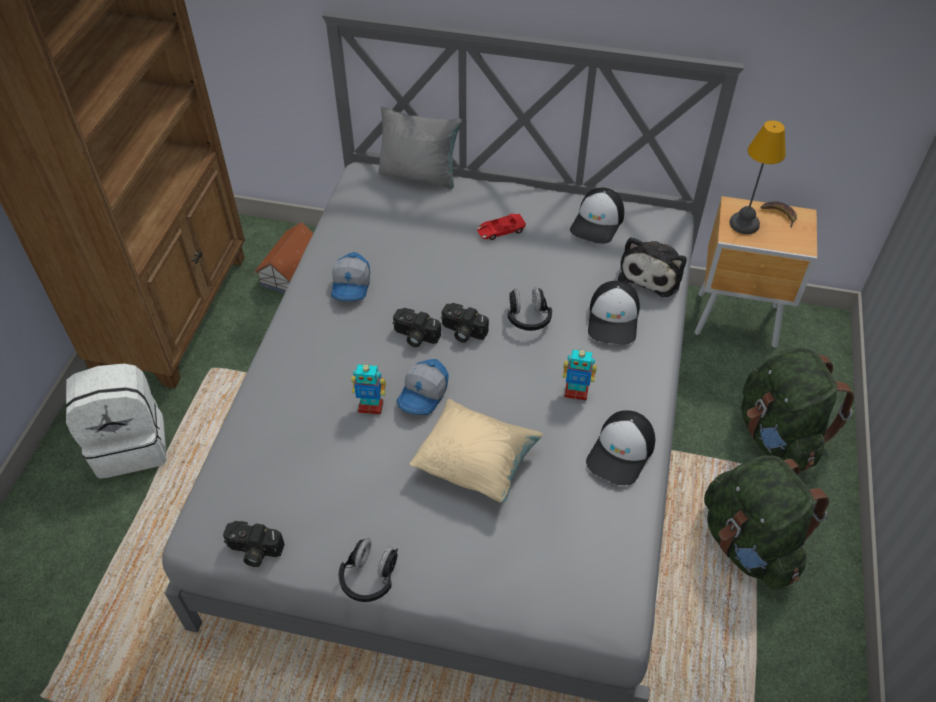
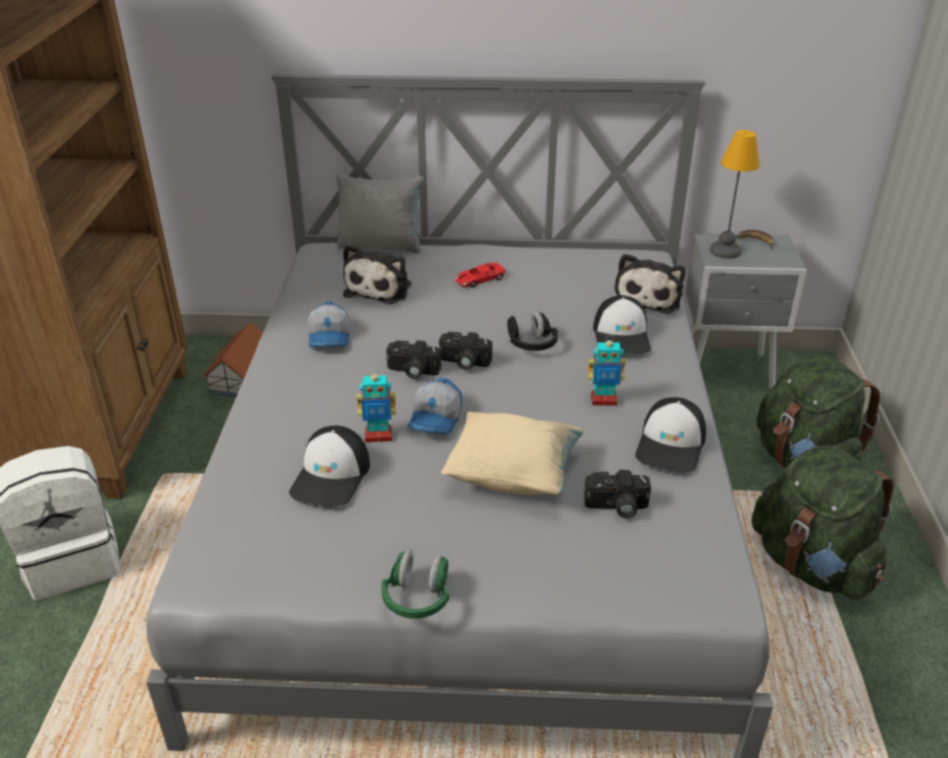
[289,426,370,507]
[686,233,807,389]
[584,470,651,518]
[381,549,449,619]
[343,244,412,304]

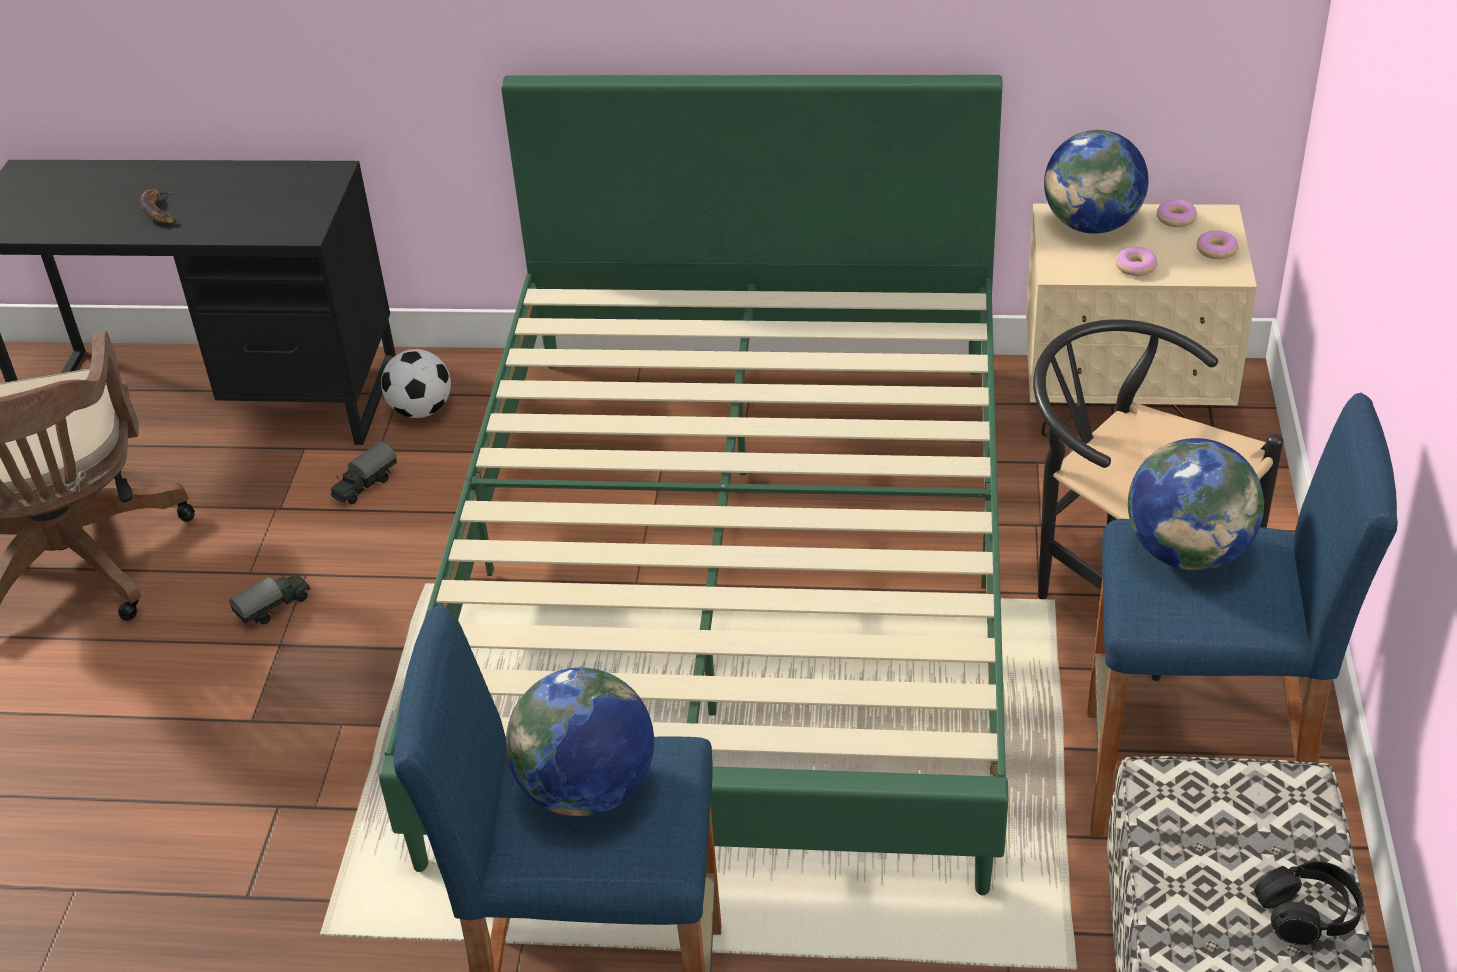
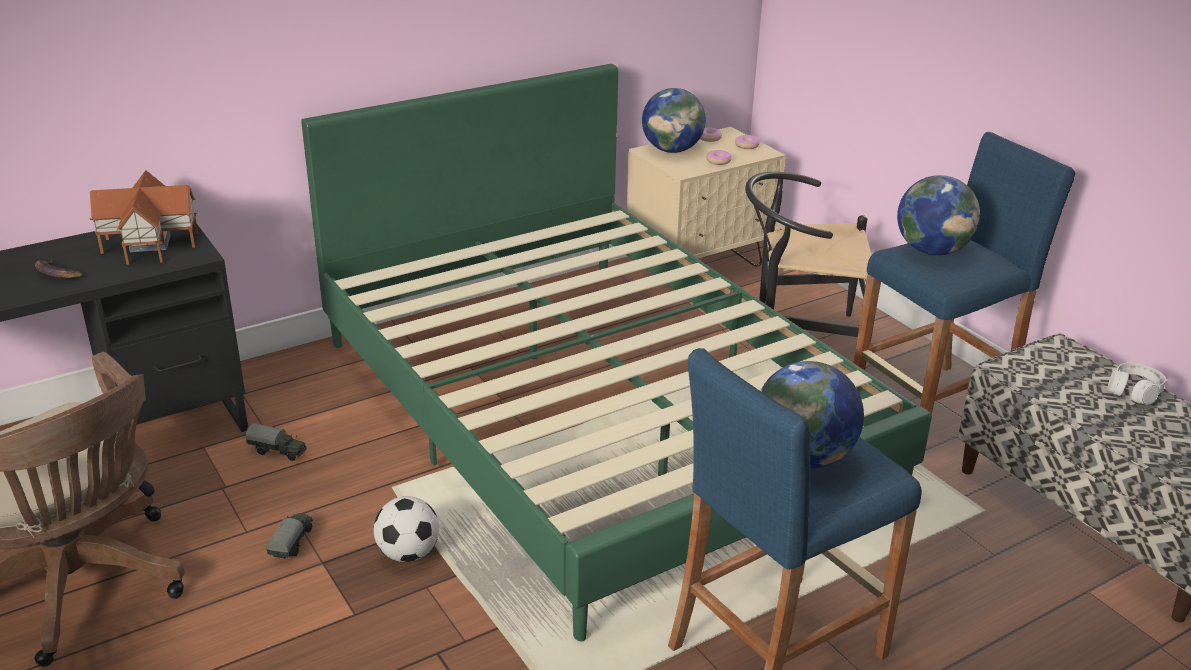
[374,496,439,562]
[246,423,307,461]
[1108,362,1166,405]
[90,170,198,265]

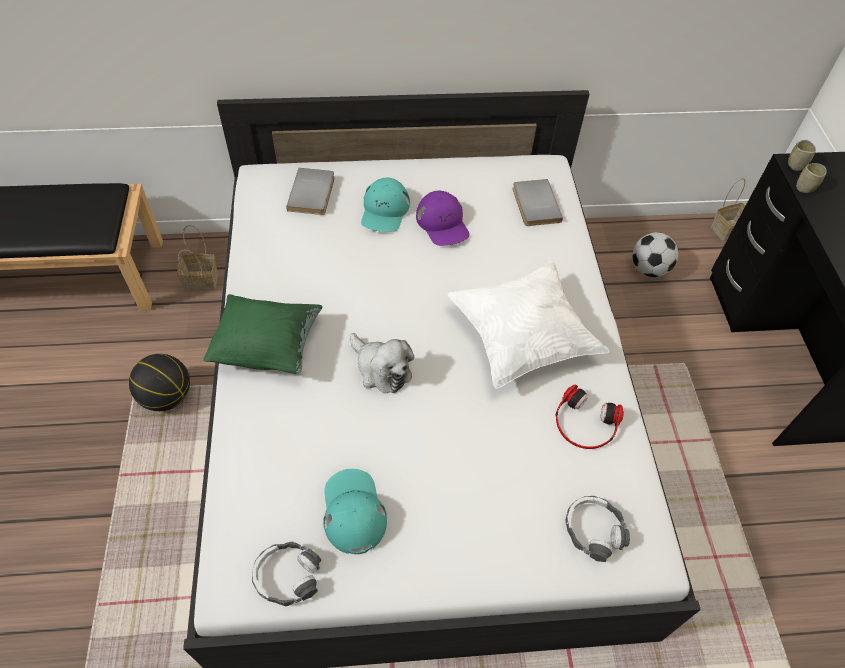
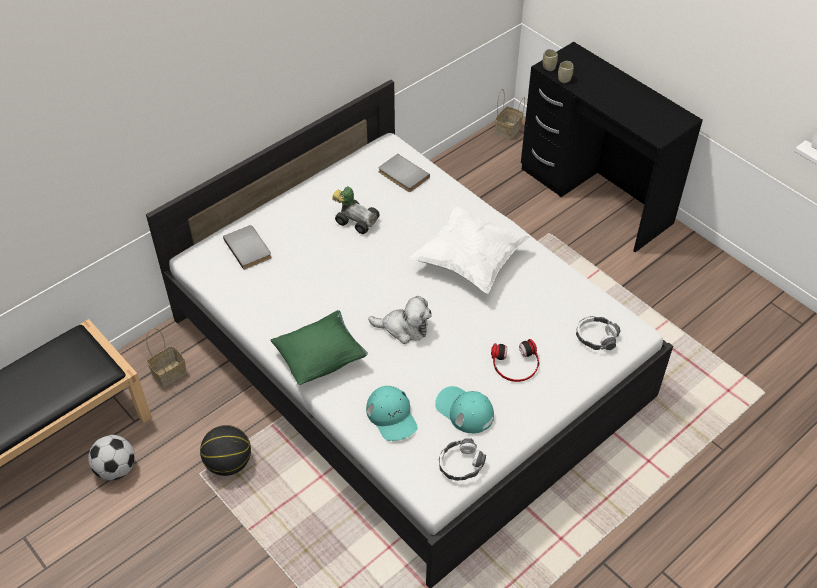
[366,386,417,441]
[332,186,380,234]
[88,435,135,480]
[491,339,539,382]

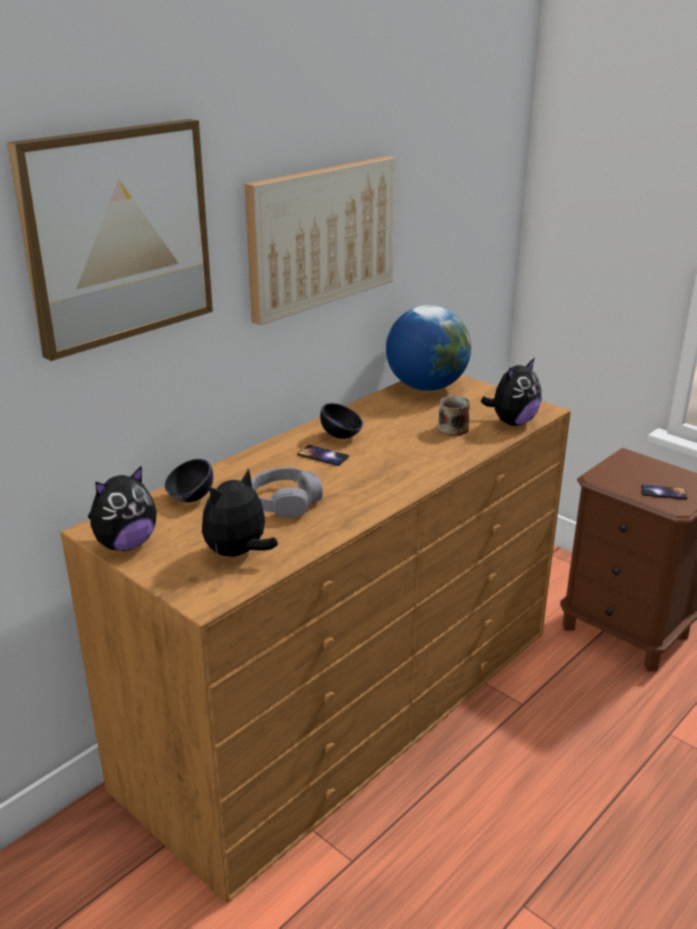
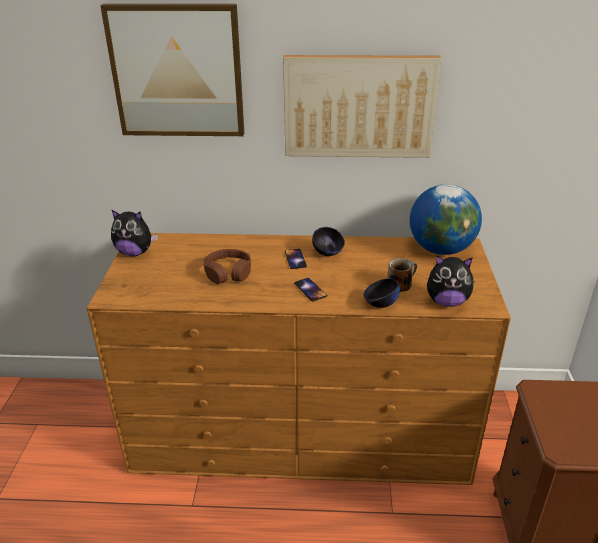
[363,278,400,308]
[203,249,251,284]
[202,468,278,557] (first image)
[294,278,327,302]

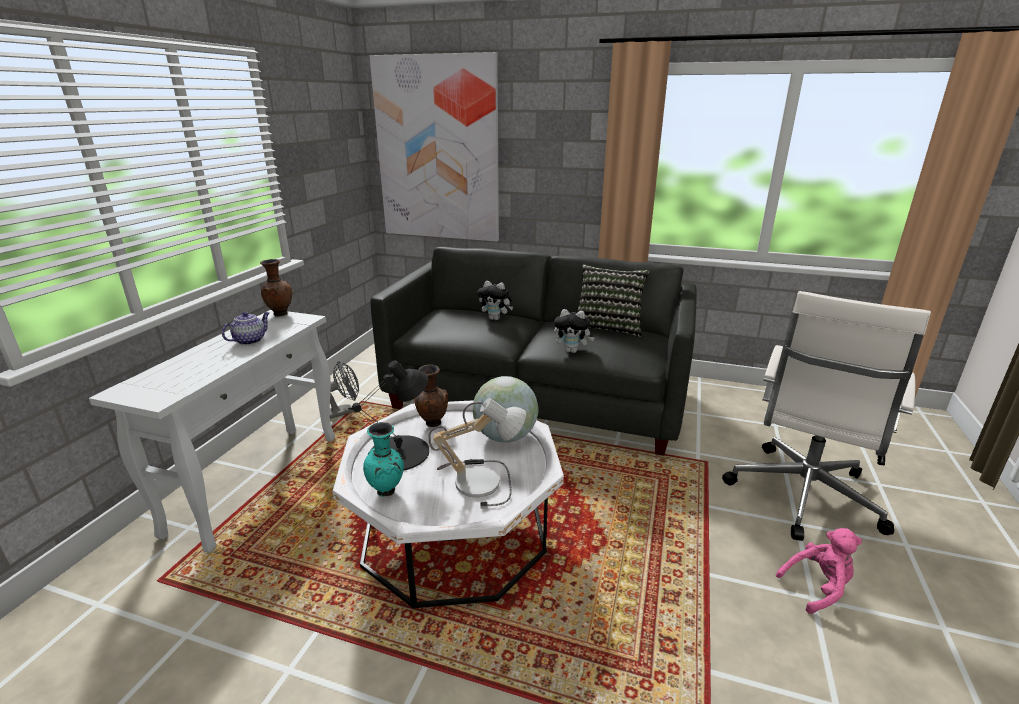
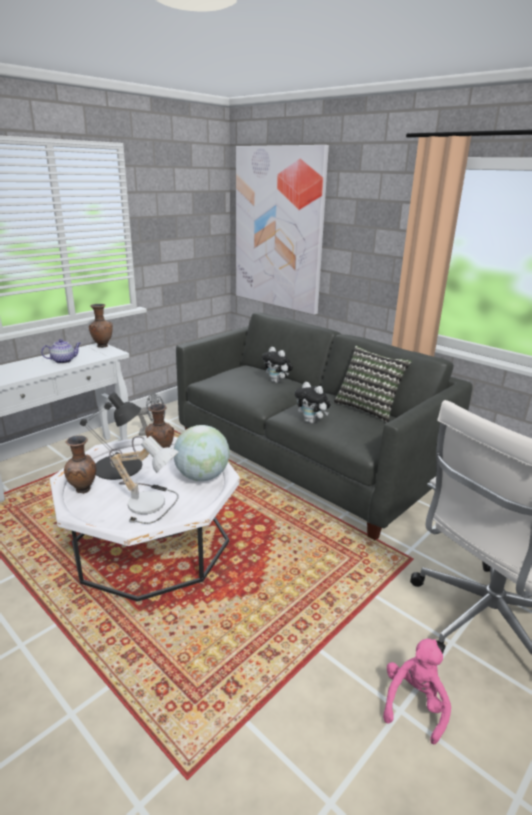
[64,435,96,494]
[383,638,451,745]

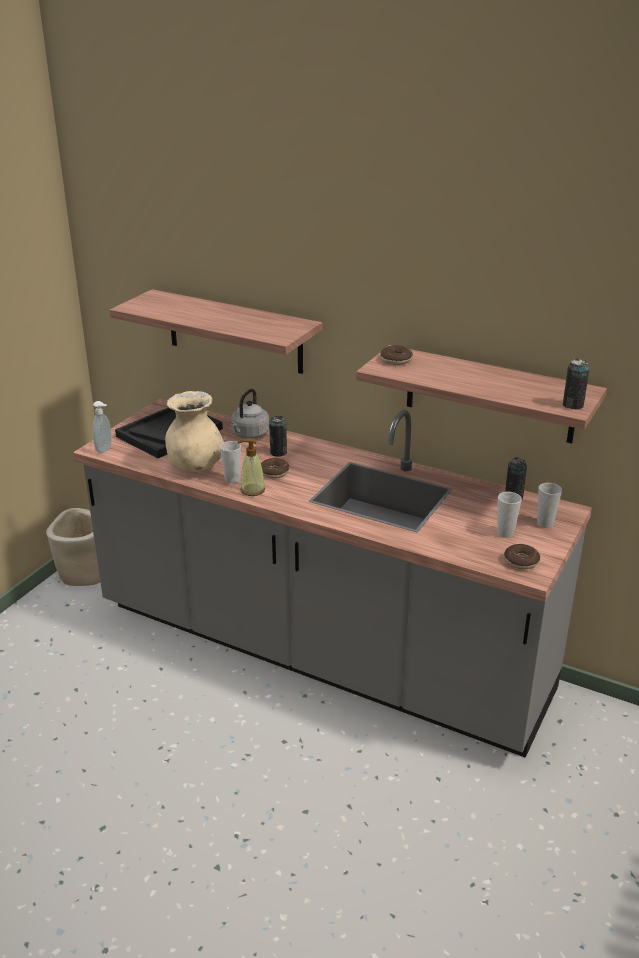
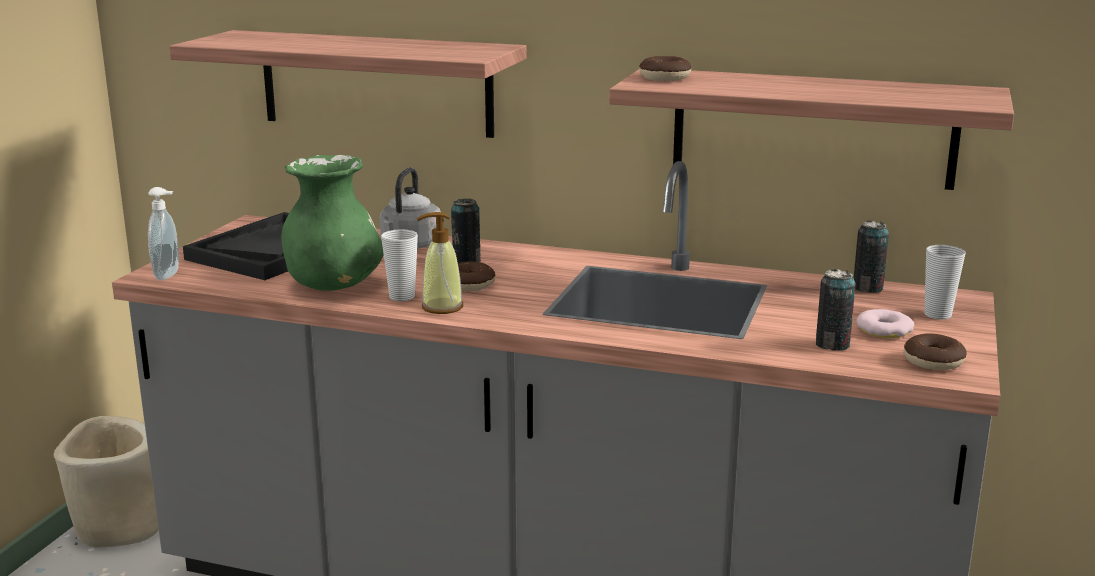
[816,269,856,351]
[281,155,384,291]
[856,309,914,338]

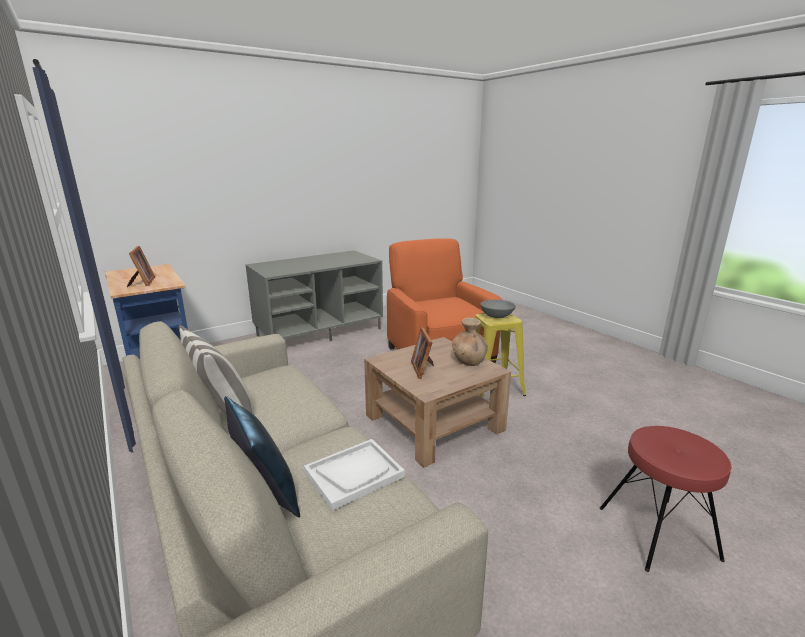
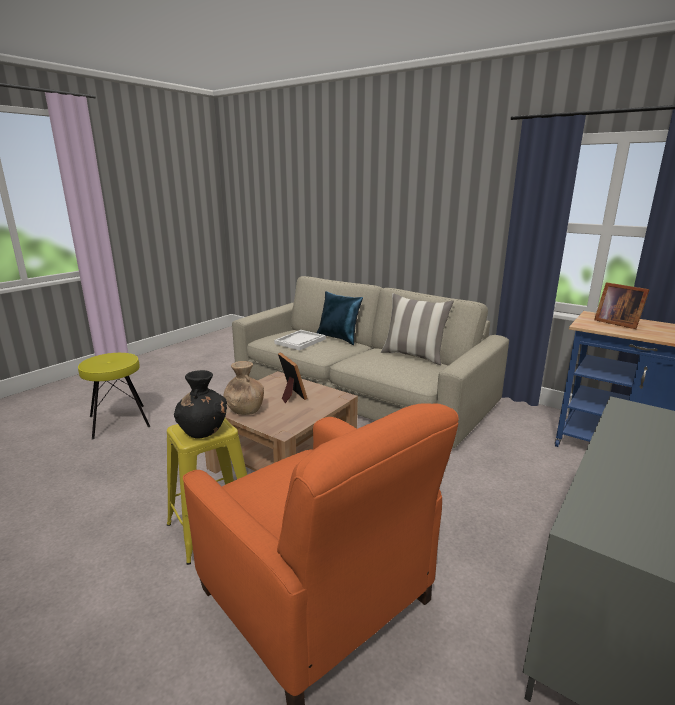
[174,370,227,438]
[78,353,150,440]

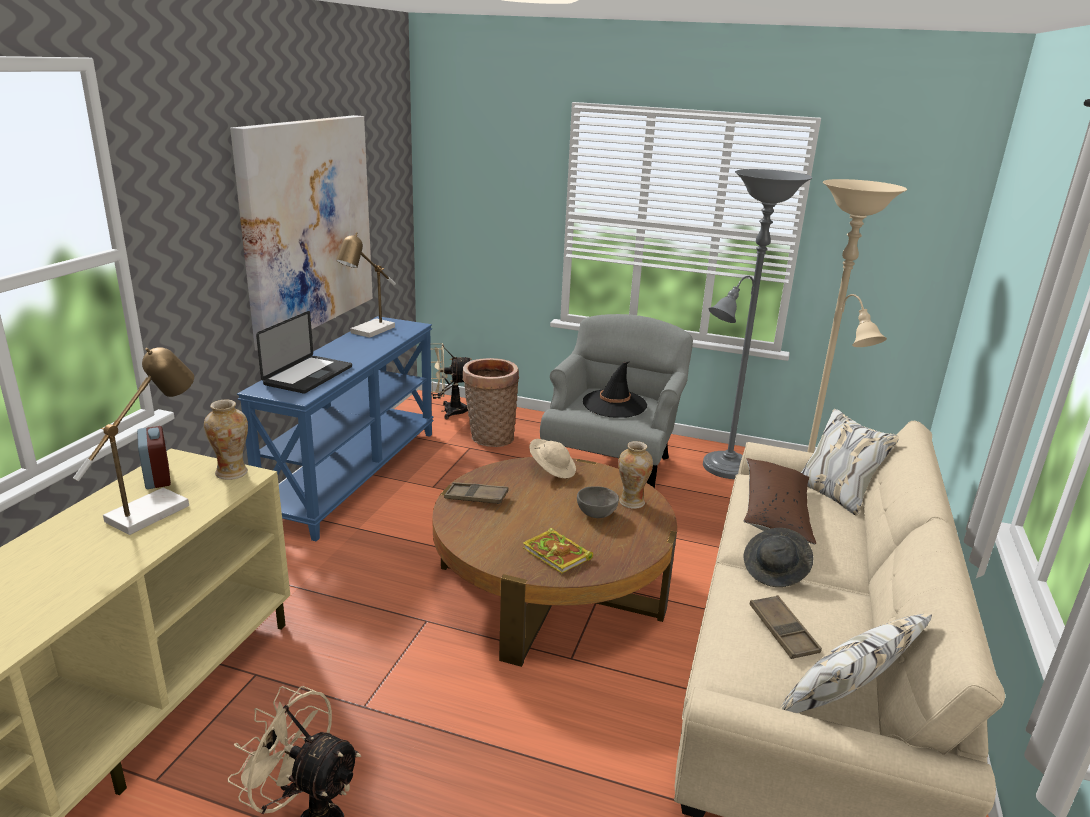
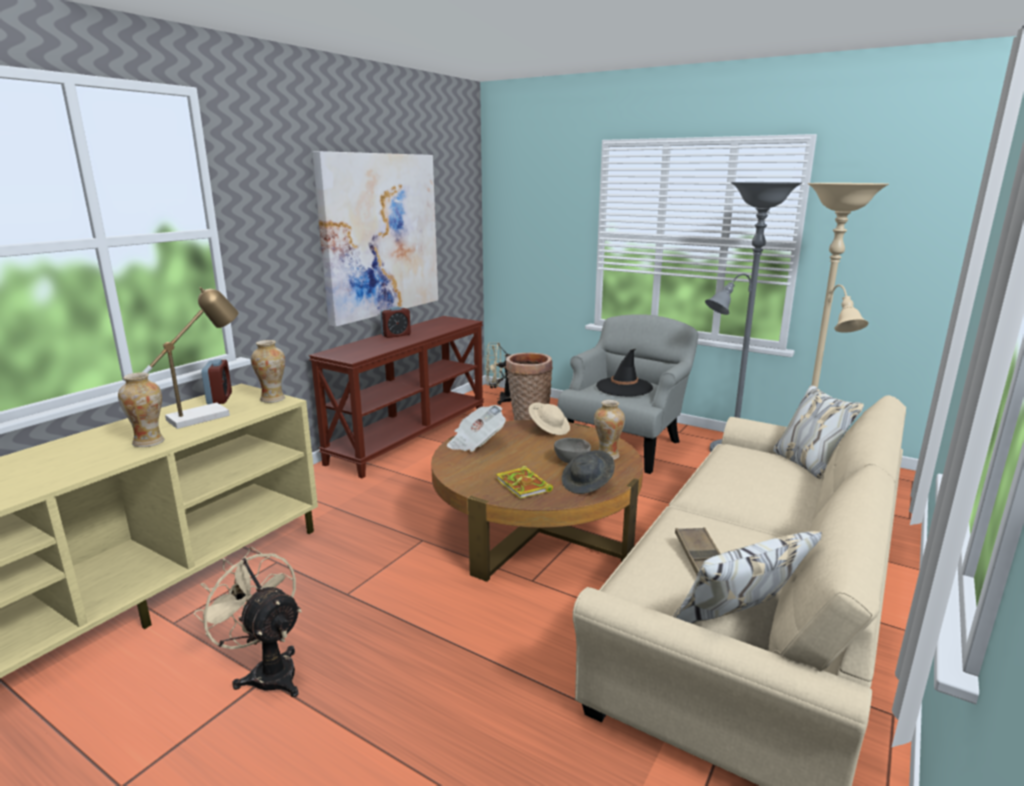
[336,232,396,338] (first image)
[256,311,352,394] (first image)
[309,316,484,478]
[744,458,816,544] (first image)
[447,405,506,452]
[562,450,615,494]
[380,306,411,338]
[118,372,164,447]

